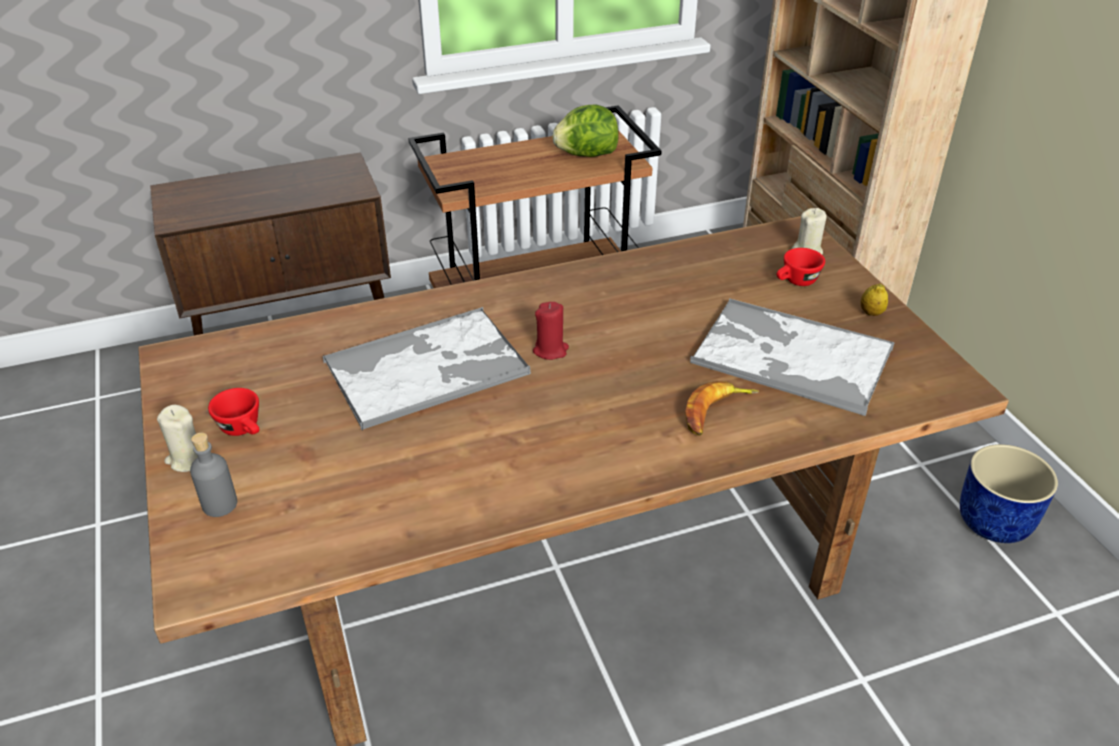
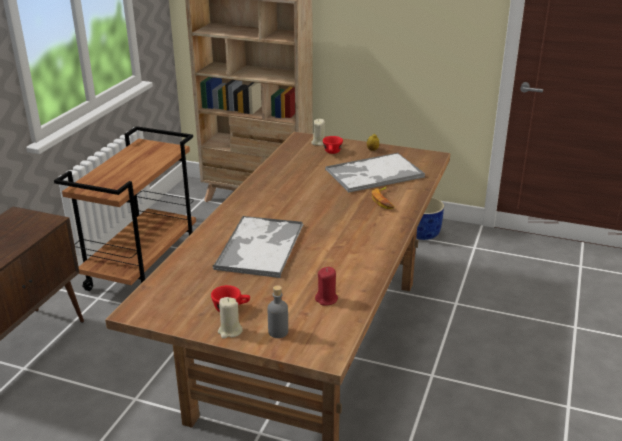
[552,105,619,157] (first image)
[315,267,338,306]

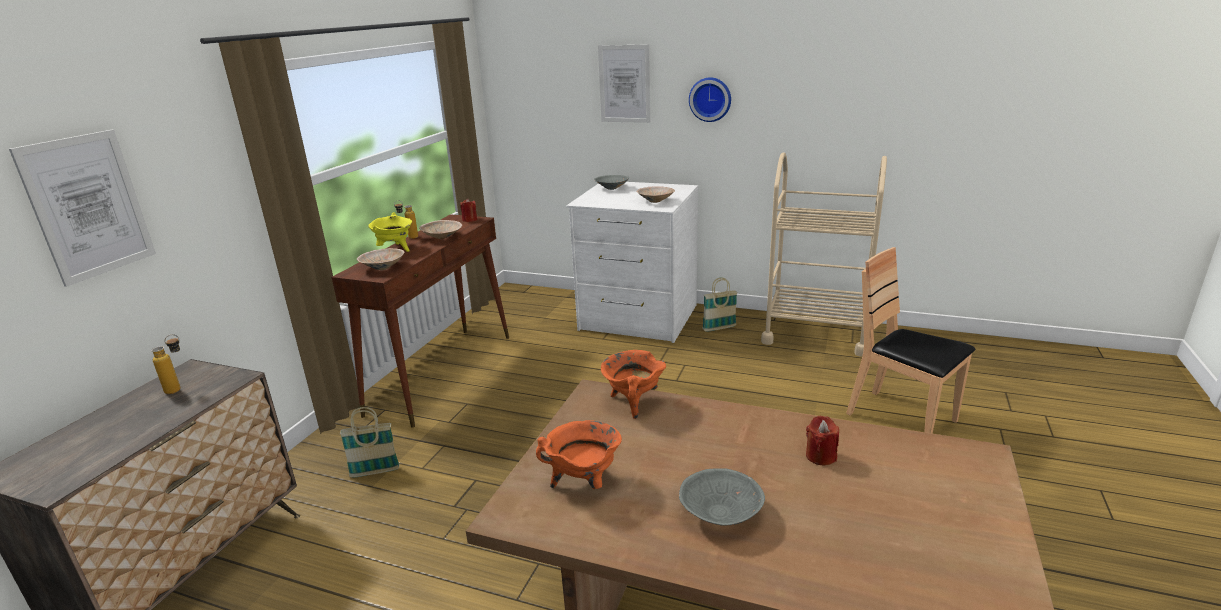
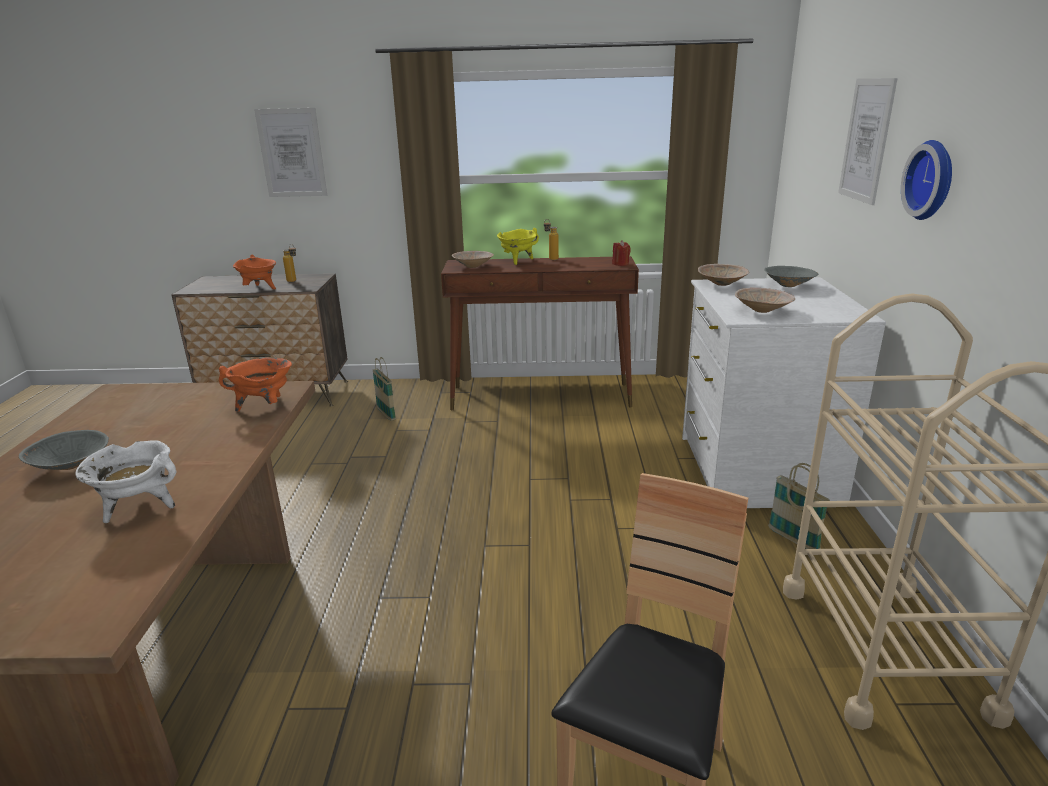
[698,264,749,286]
[75,440,177,523]
[233,254,276,290]

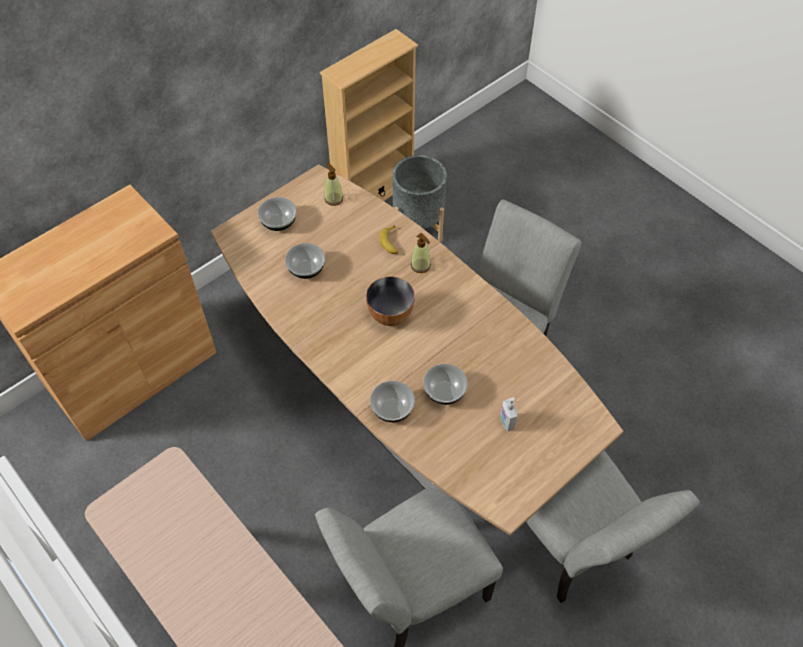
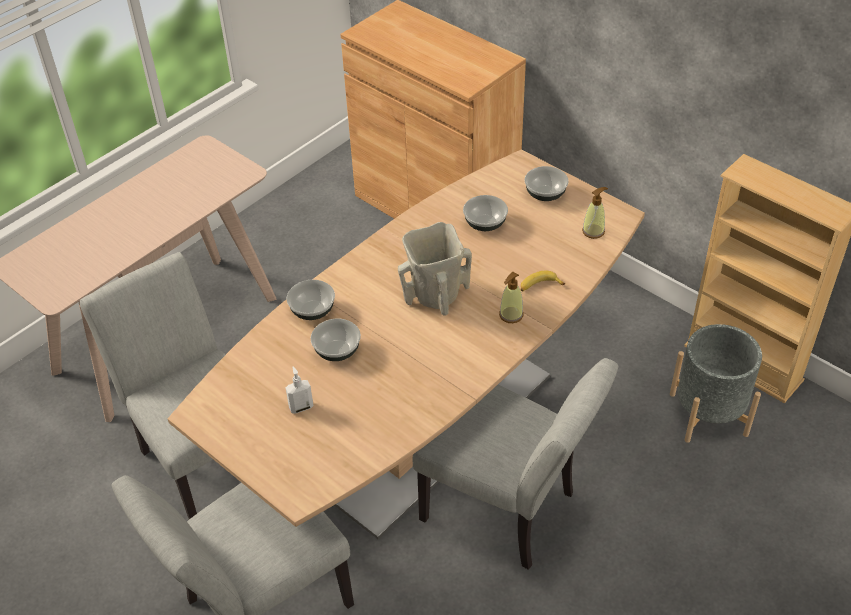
[398,222,472,316]

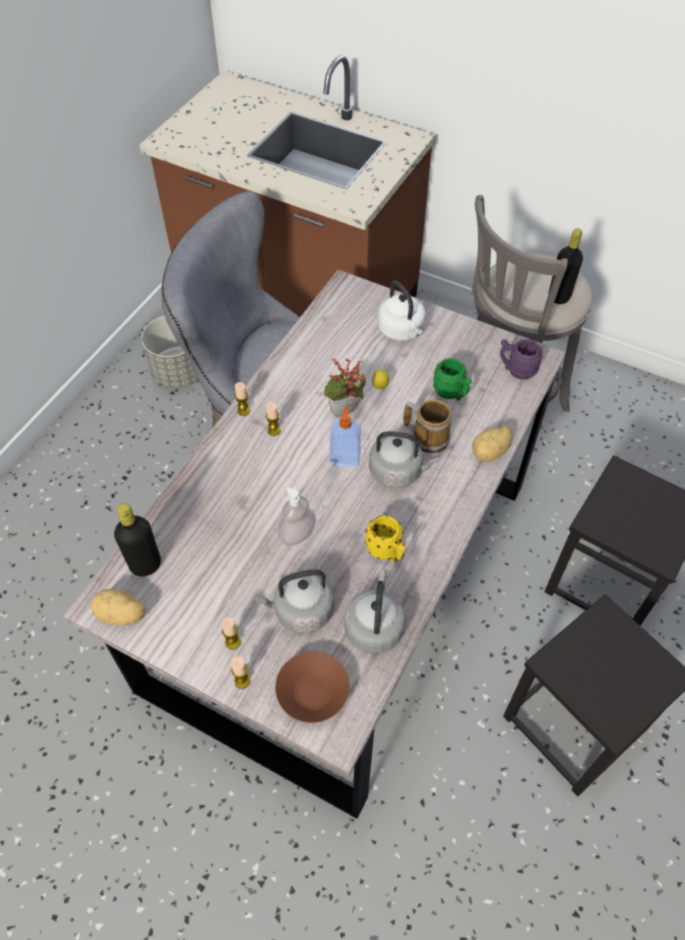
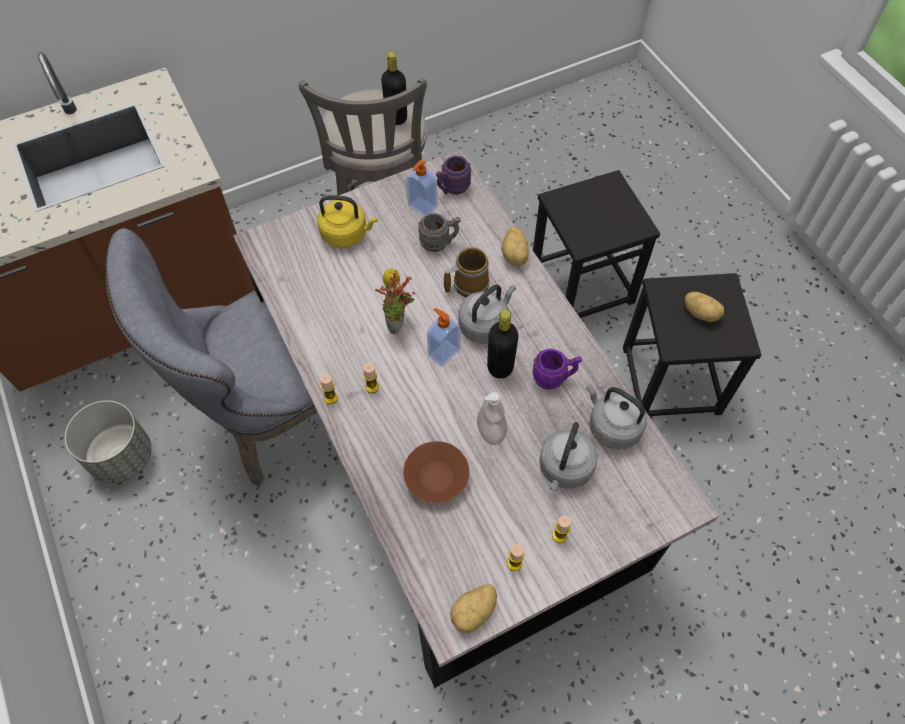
[317,195,378,248]
[418,213,461,252]
[487,310,518,379]
[532,348,582,390]
[403,441,469,503]
[507,544,524,571]
[406,160,438,216]
[685,292,724,322]

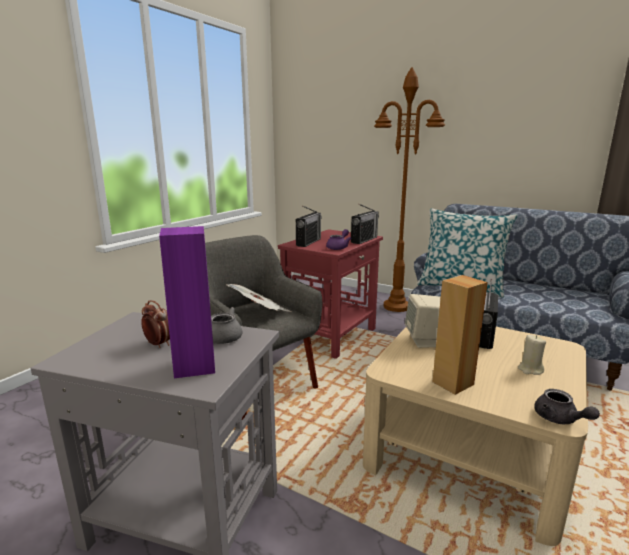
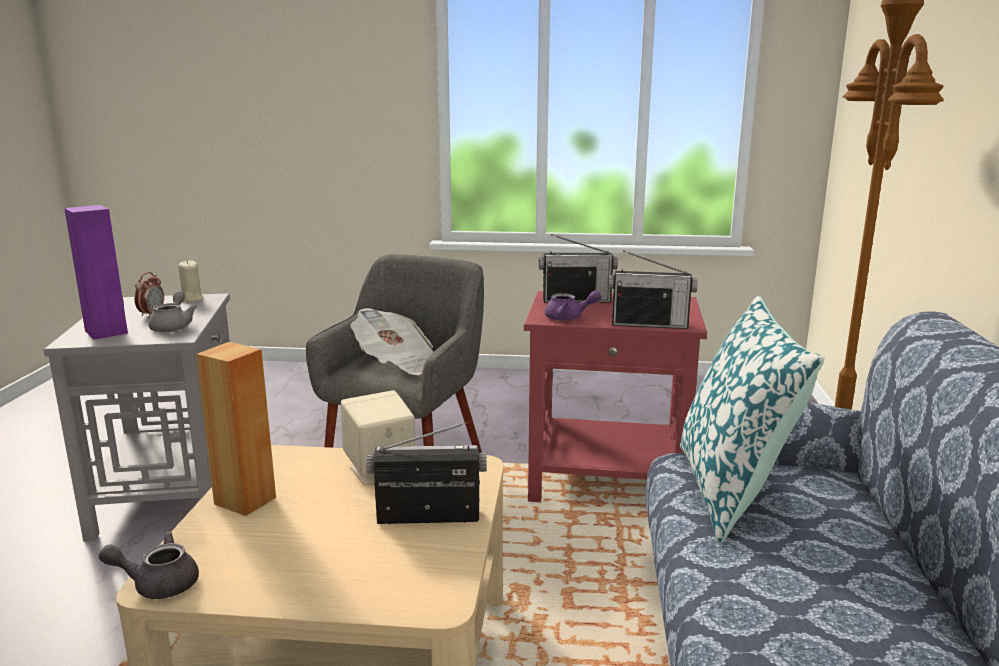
[178,261,204,302]
[99,532,199,599]

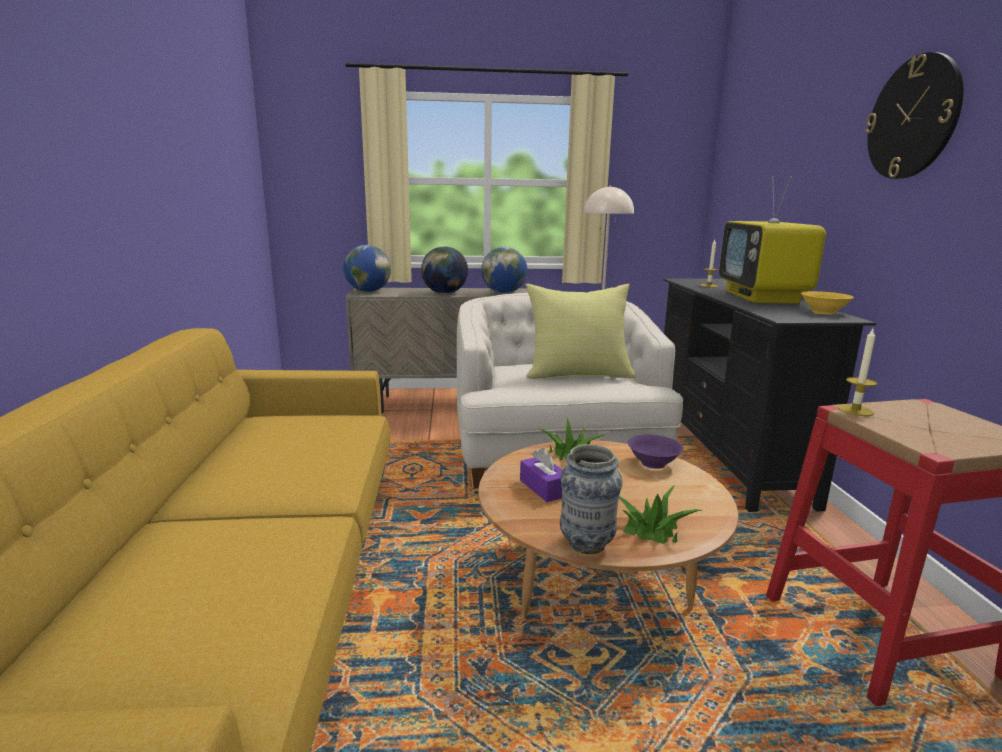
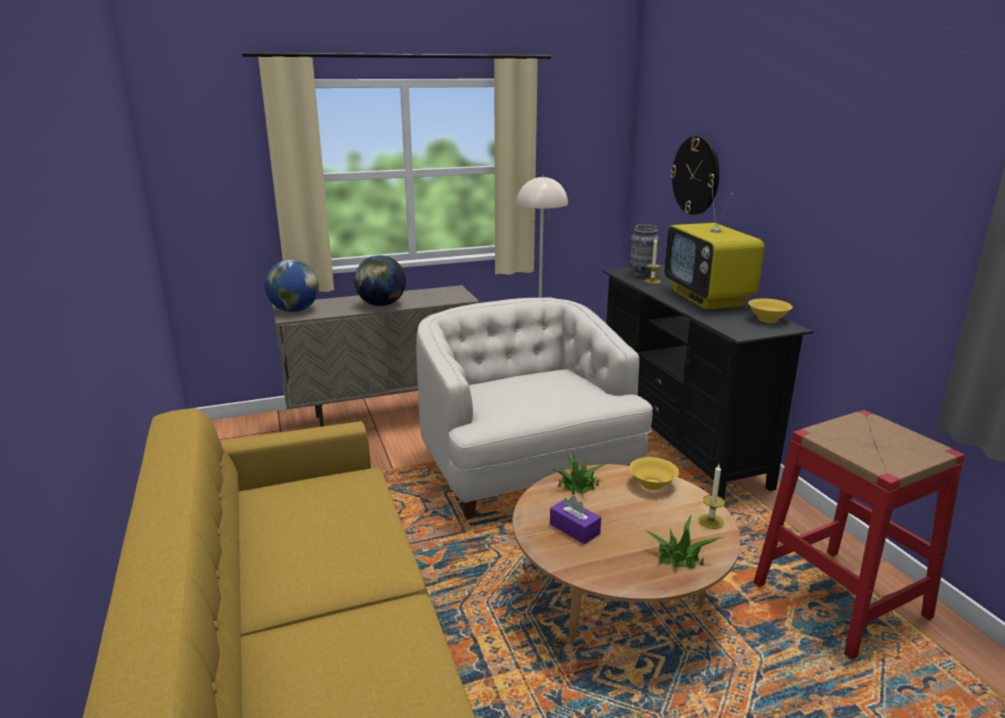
[670,136,719,215]
[481,247,527,293] (first image)
[526,284,636,379] (first image)
[698,464,725,529]
[629,457,679,491]
[629,224,660,276]

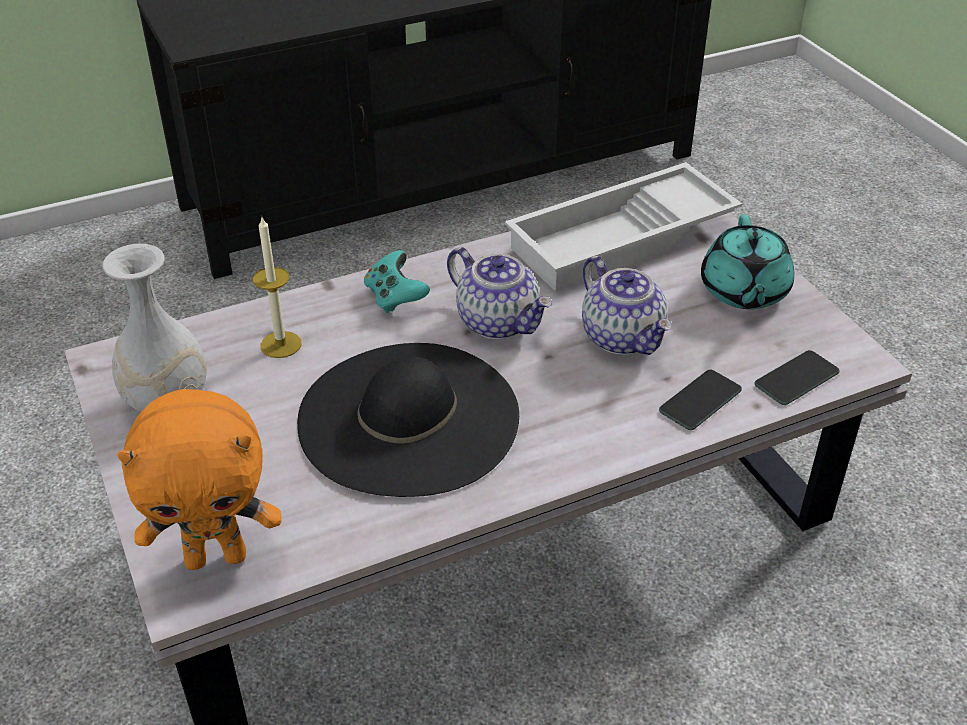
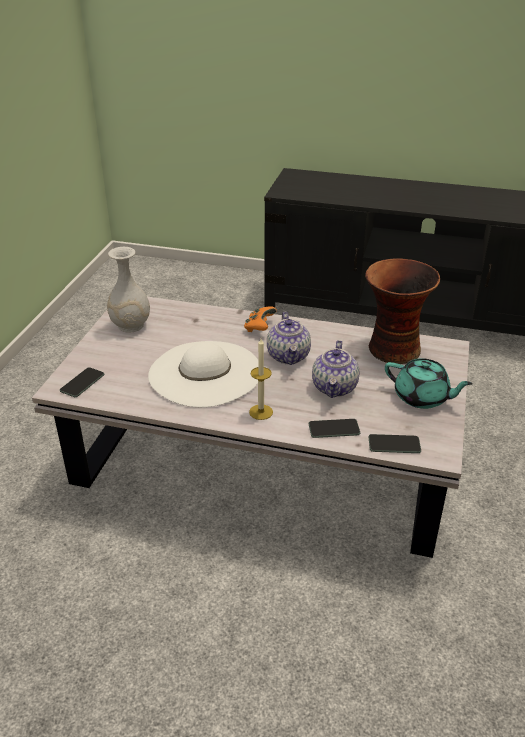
[365,258,440,364]
[385,358,473,409]
[249,339,273,420]
[244,306,277,332]
[148,341,258,407]
[60,367,104,397]

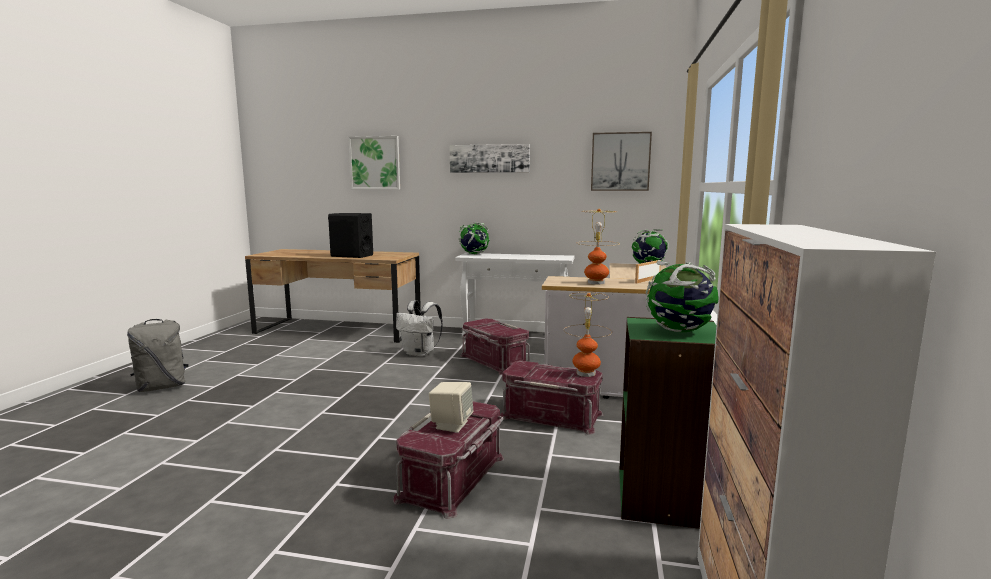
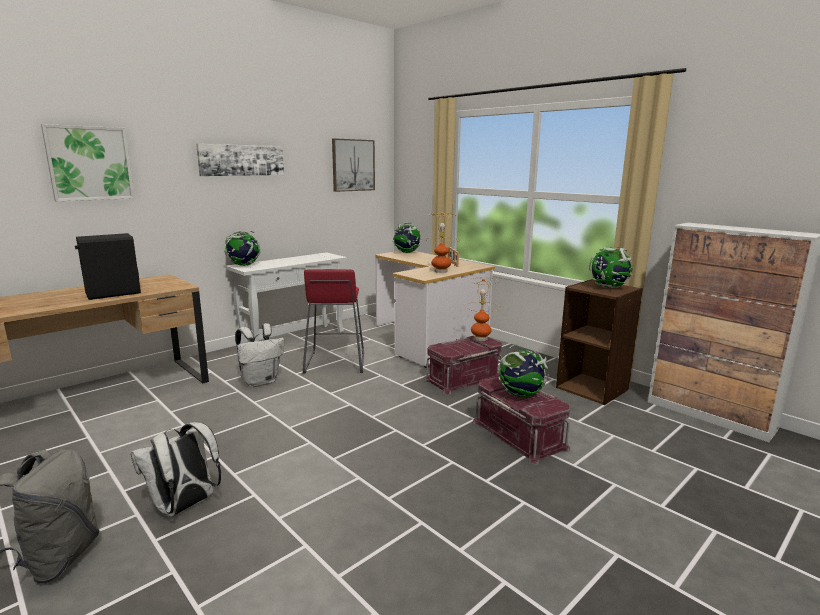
[556,279,643,405]
[303,269,364,374]
[498,344,549,397]
[131,422,221,516]

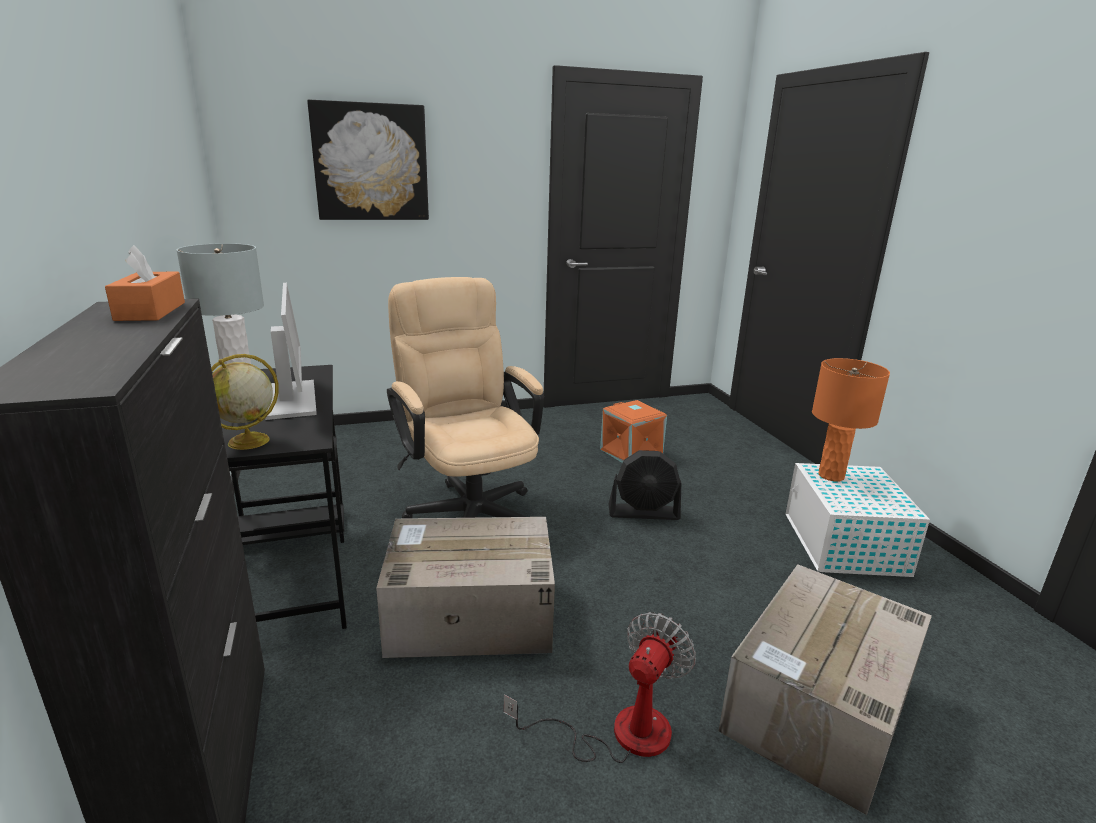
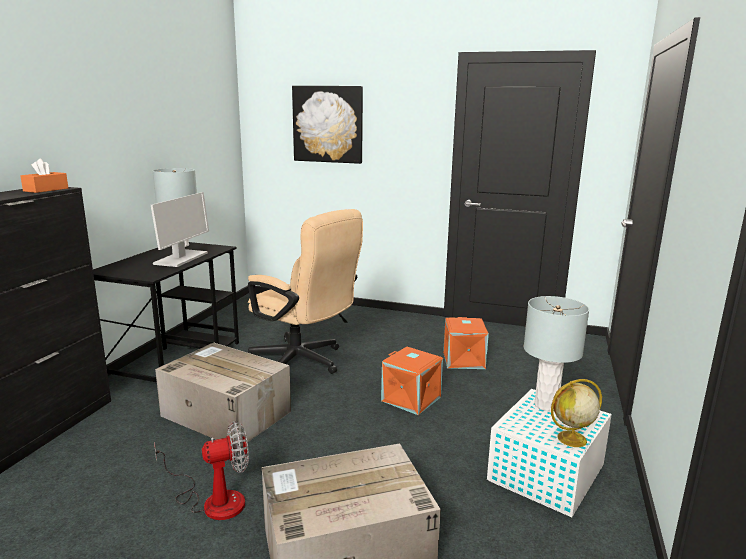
[247,209,363,374]
[551,379,602,447]
[524,296,589,411]
[381,347,443,415]

